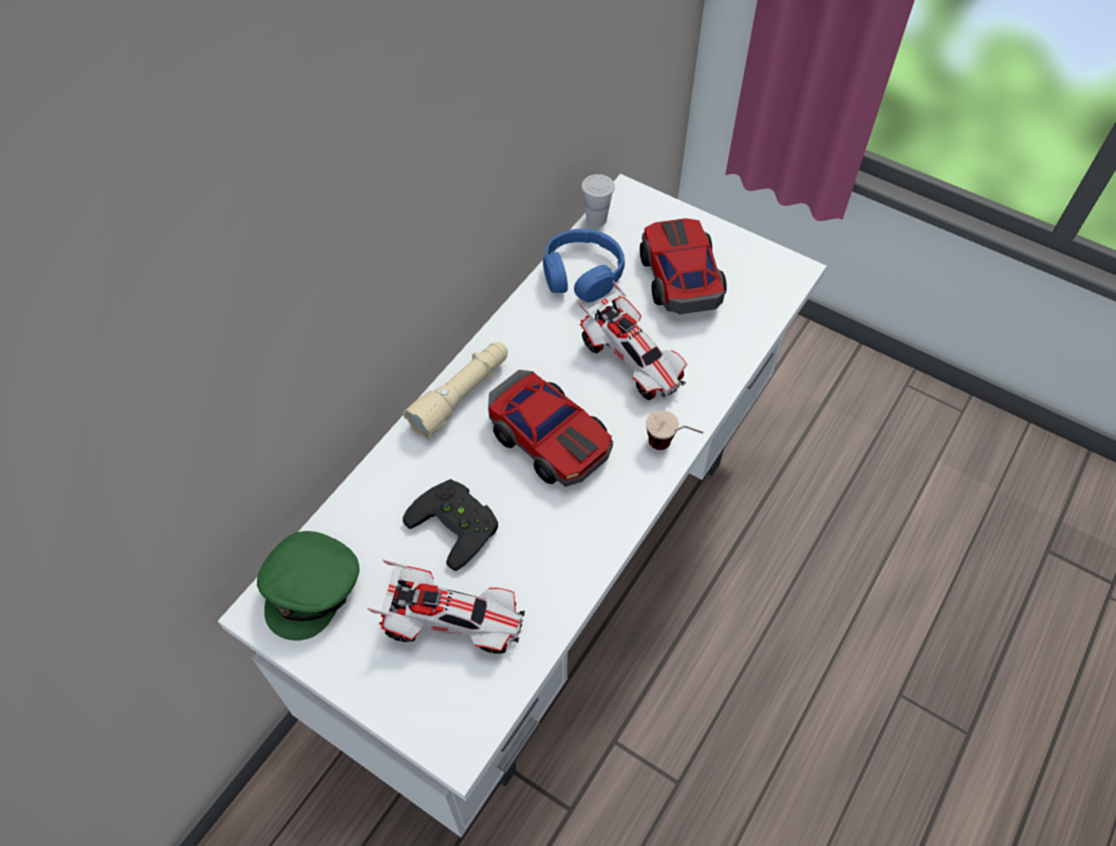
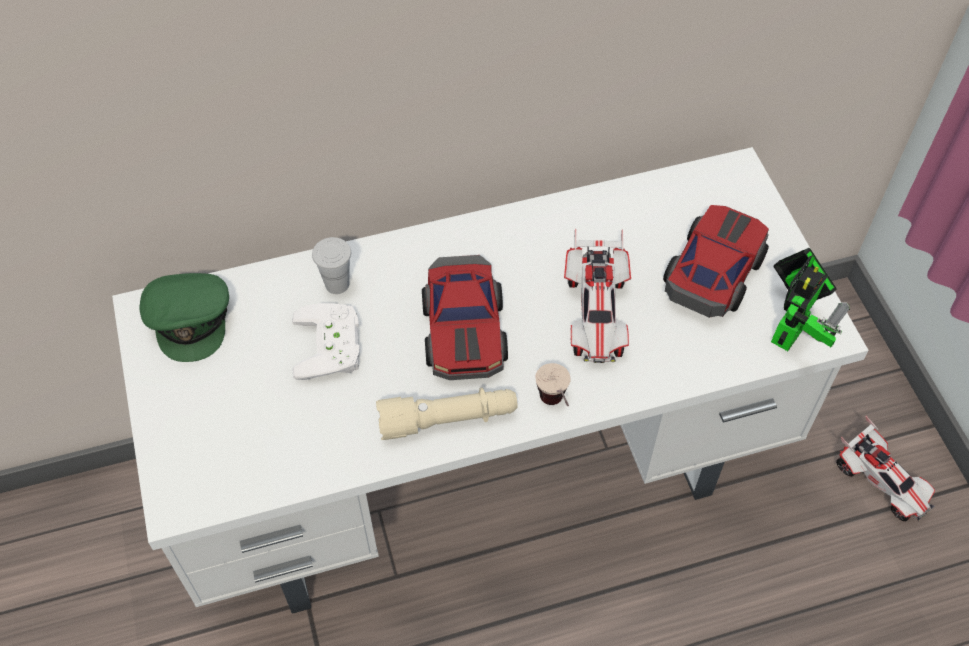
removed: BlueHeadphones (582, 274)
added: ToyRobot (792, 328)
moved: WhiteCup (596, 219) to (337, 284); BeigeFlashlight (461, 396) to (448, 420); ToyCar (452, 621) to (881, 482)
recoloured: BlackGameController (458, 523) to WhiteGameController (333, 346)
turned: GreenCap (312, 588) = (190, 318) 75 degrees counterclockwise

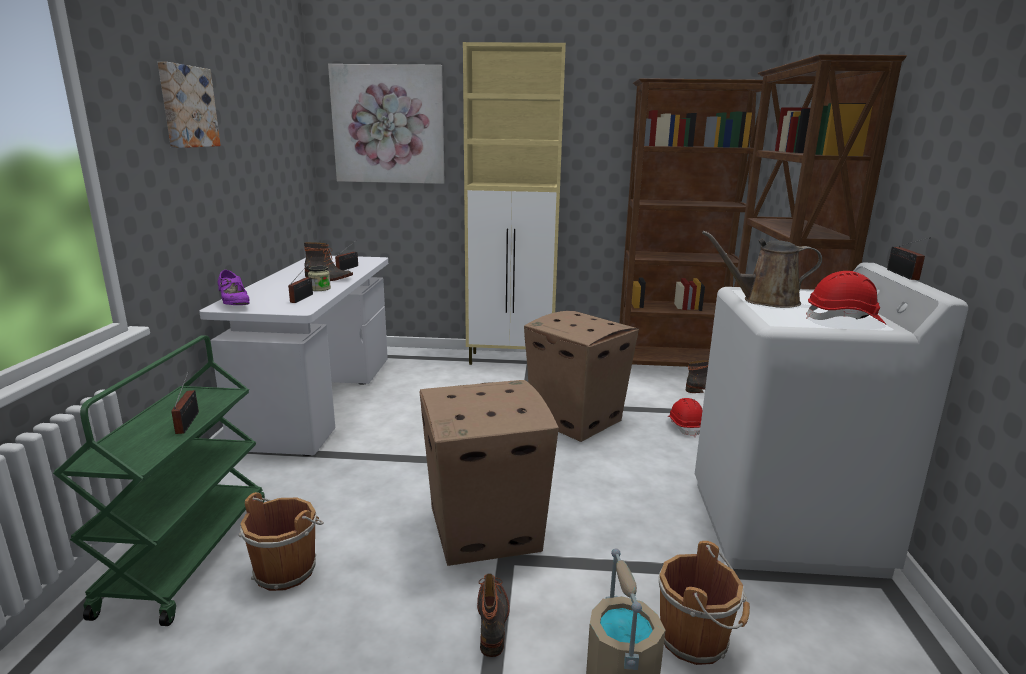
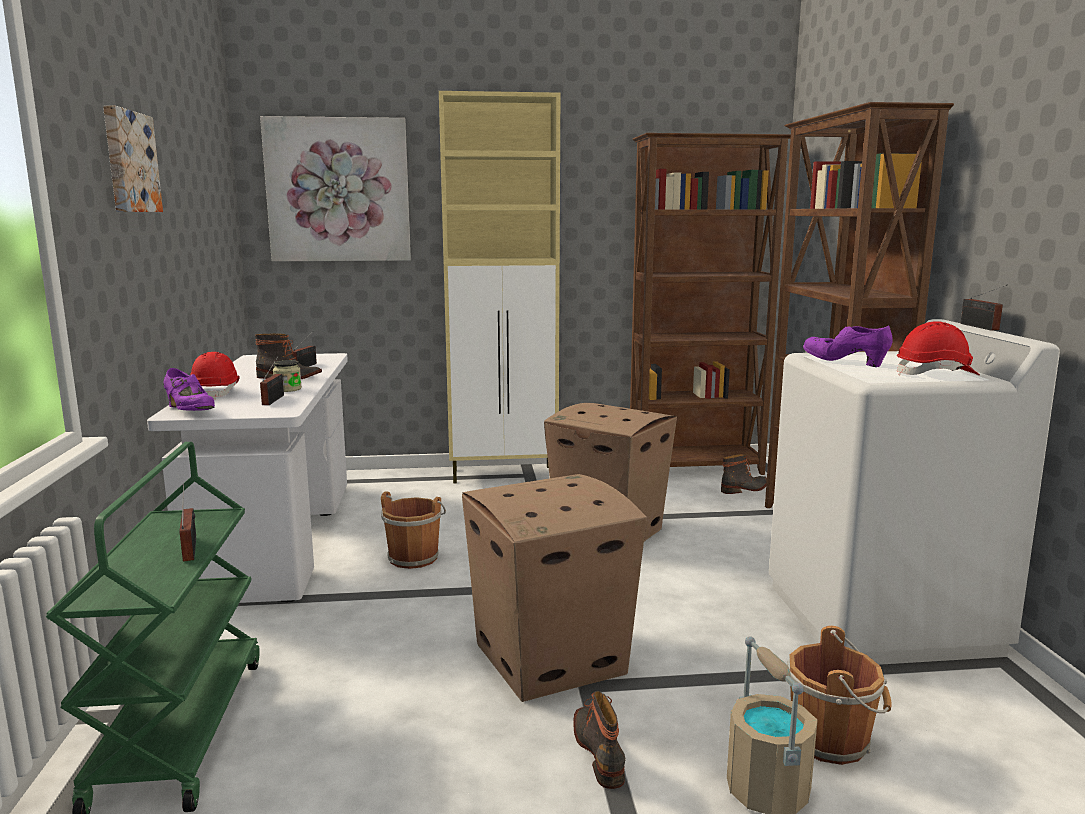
moved: RedHardHat (685, 426) to (216, 392); BrownBucket (287, 569) to (414, 557)
replaced: BrownWateringCan (765, 301) to PurpleShoe (845, 363)

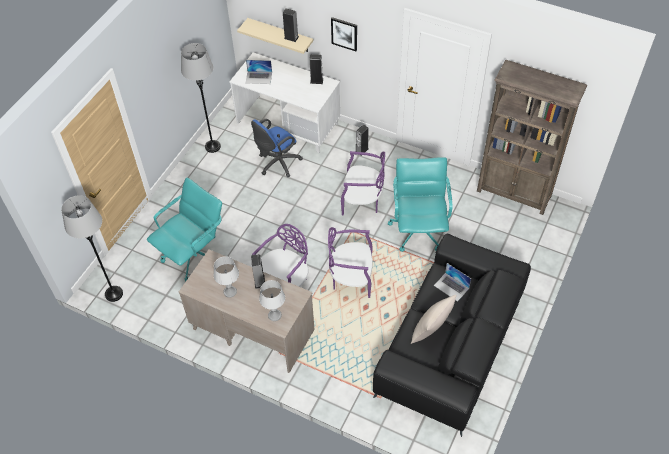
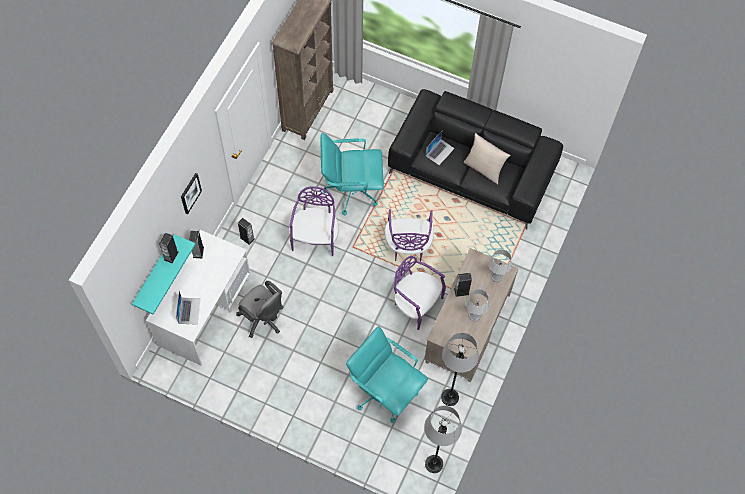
moved: GreyFloorLamp (212, 146) to (449, 397)
recoloured: BeigeShelf (280, 35) to TurquoiseShelf (155, 273); BlueOfficeChair (277, 163) to GreyOfficeChair (263, 319)

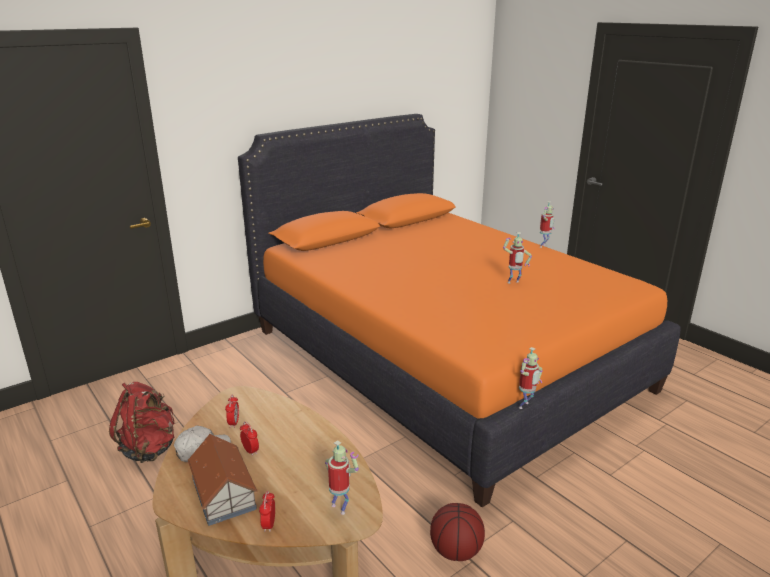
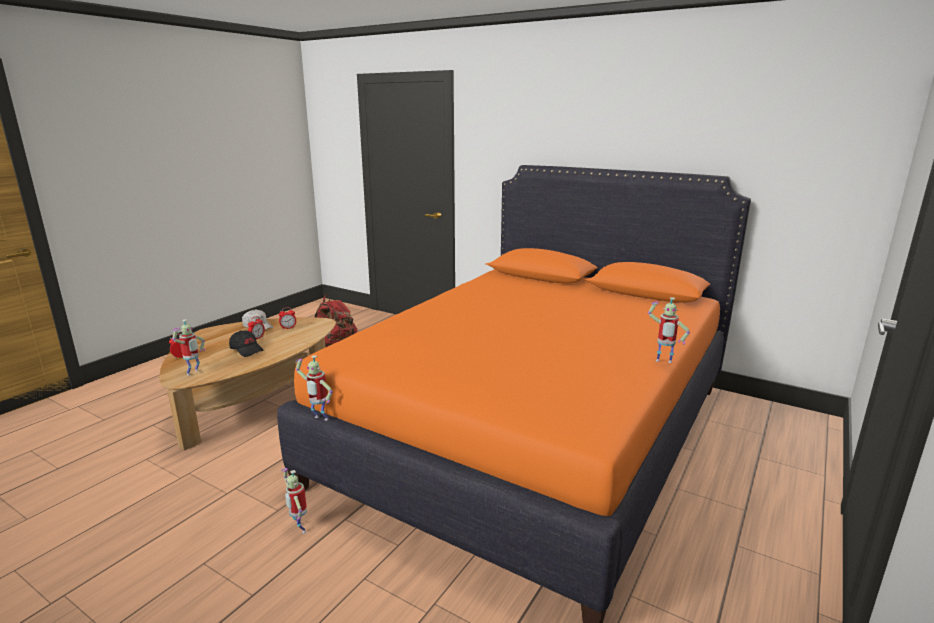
removed: ToyHouse (224, 492); Basketball (455, 551)
added: BlackCap (247, 350)
moved: ToyRobot (513, 283) to (299, 529)

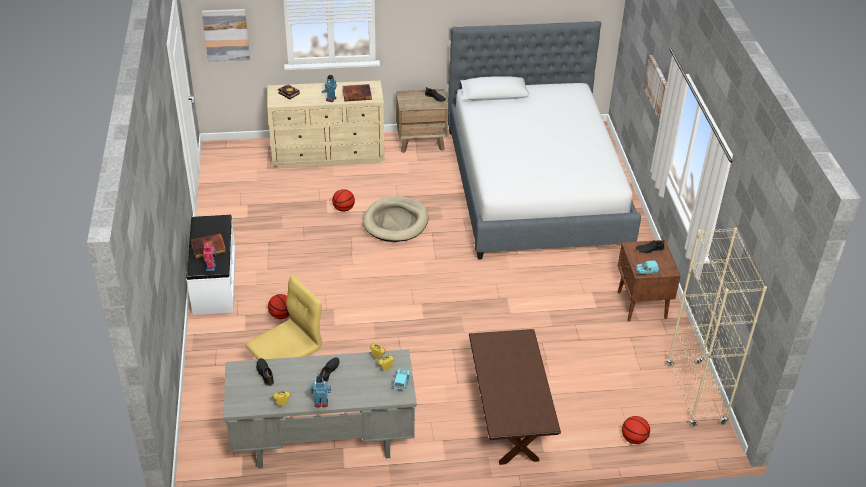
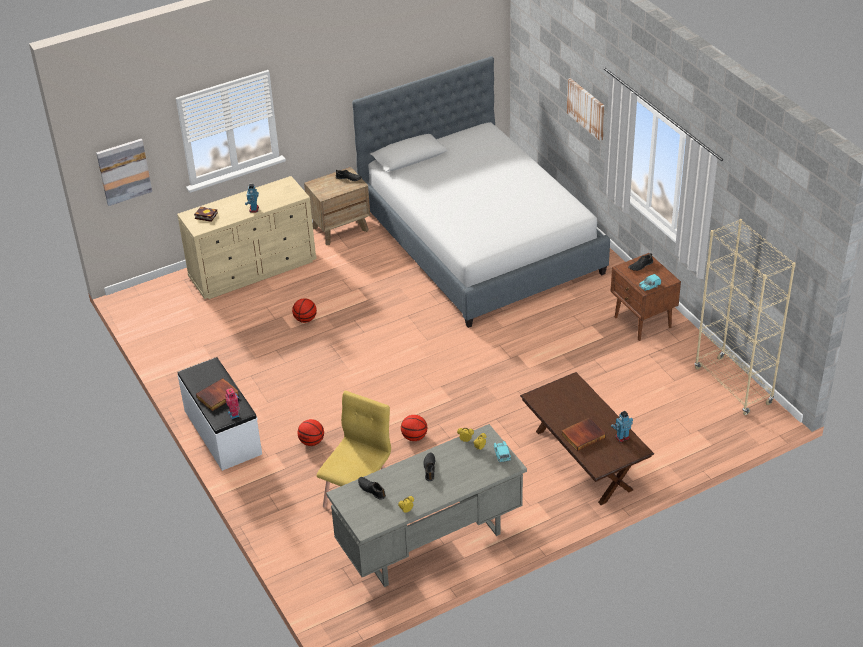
removed: BeigeDogBed (396, 222)
moved: Book (357, 94) to (583, 435); ToyRobot (321, 402) to (622, 437); Basketball (634, 439) to (414, 437)

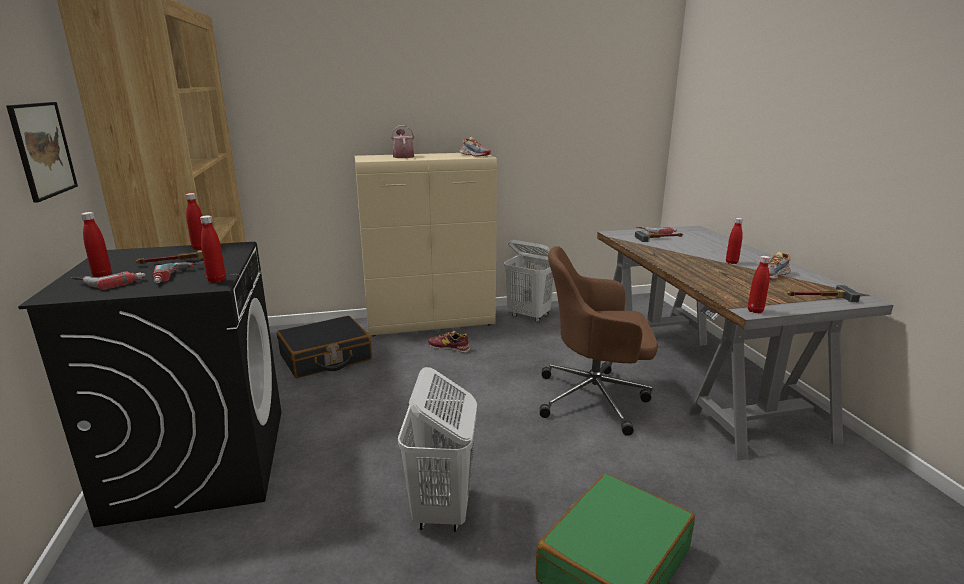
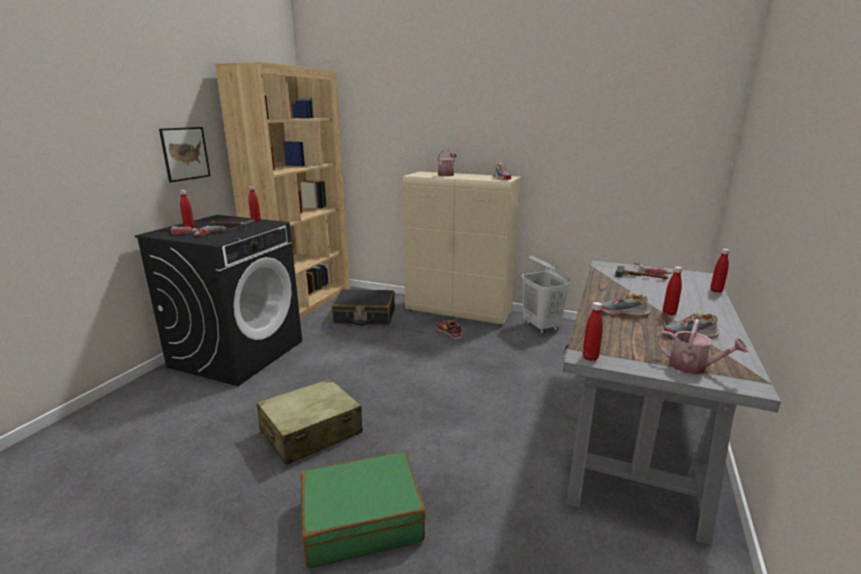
removed: BrownOfficeChair (595, 398)
added: Shoe (623, 313)
moved: RedBottle (217, 280) to (716, 291)
replaced: Hammer (818, 297) to WateringCan (693, 367); WhiteLaundryBasket (442, 510) to BeigeSuitcase (310, 432)

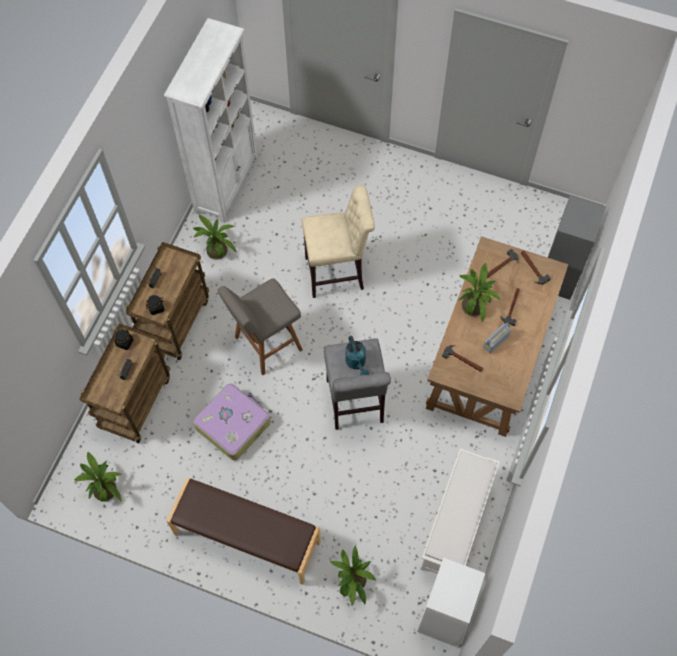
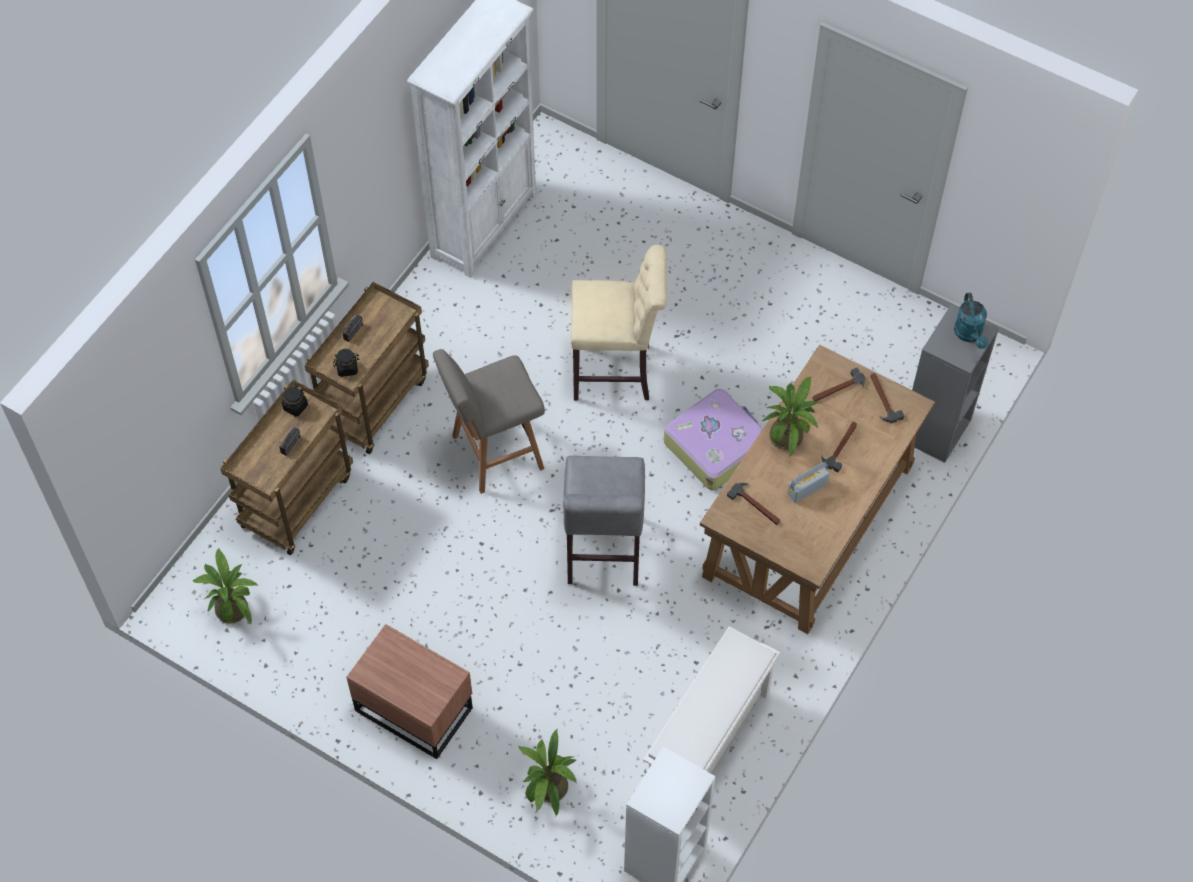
removed: PottedPlant (216, 249)
moved: TurquoiseWateringCan (357, 363) to (970, 335); Suitcase (233, 424) to (715, 445)
replaced: BrownBench (247, 538) to BrownNightstand (413, 706)

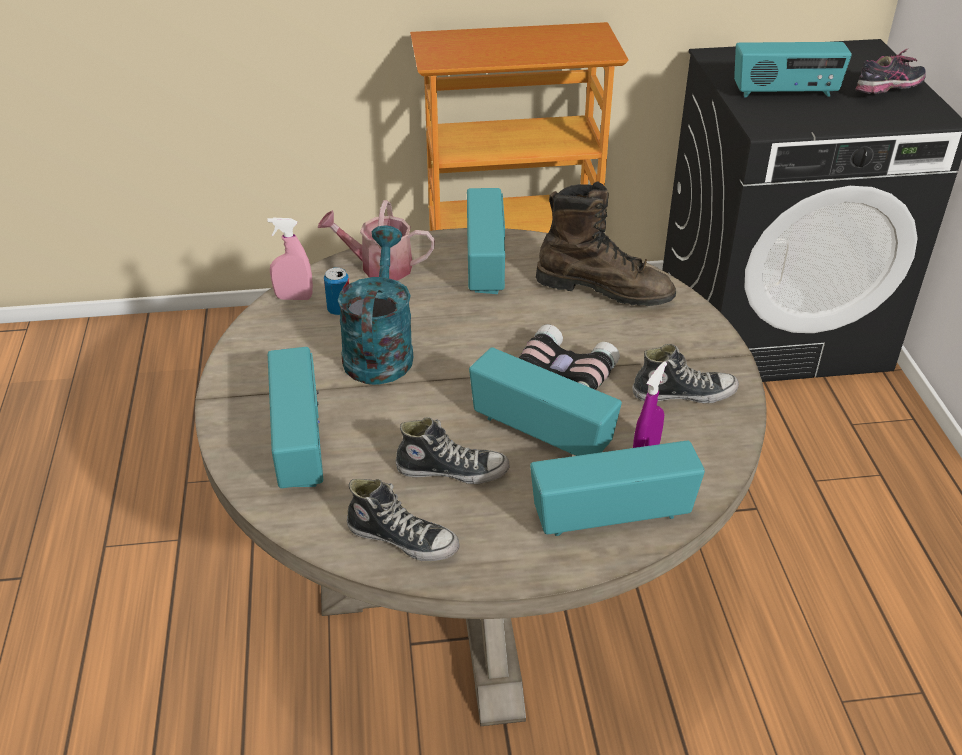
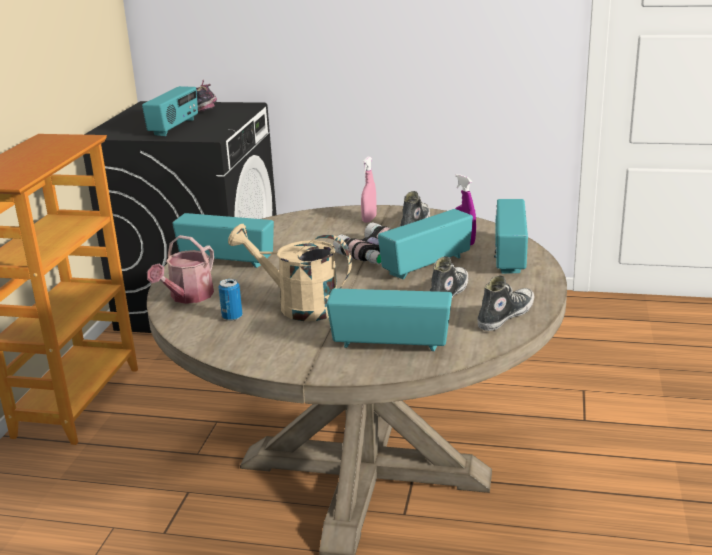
removed: BrownBoot (604, 289)
moved: PinkSprayBottle (294, 297) to (369, 219)
recoloured: TurquoiseWateringCan (379, 350) to BeigeWateringCan (298, 306)

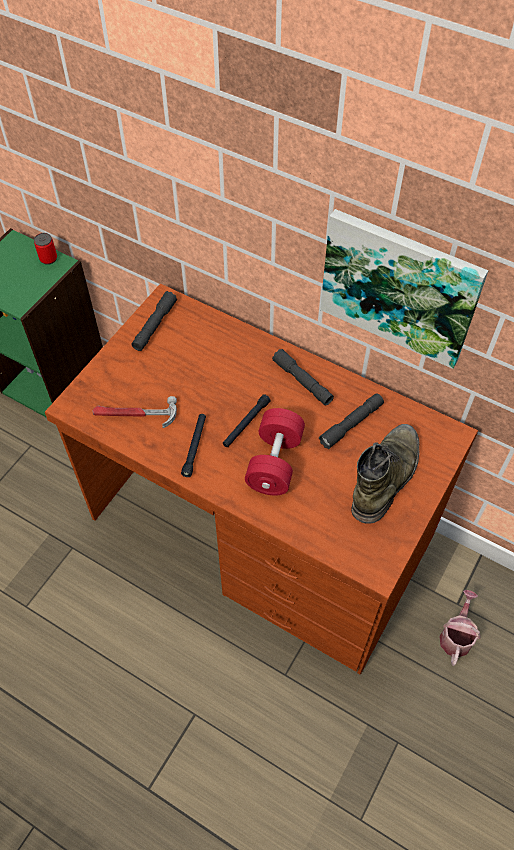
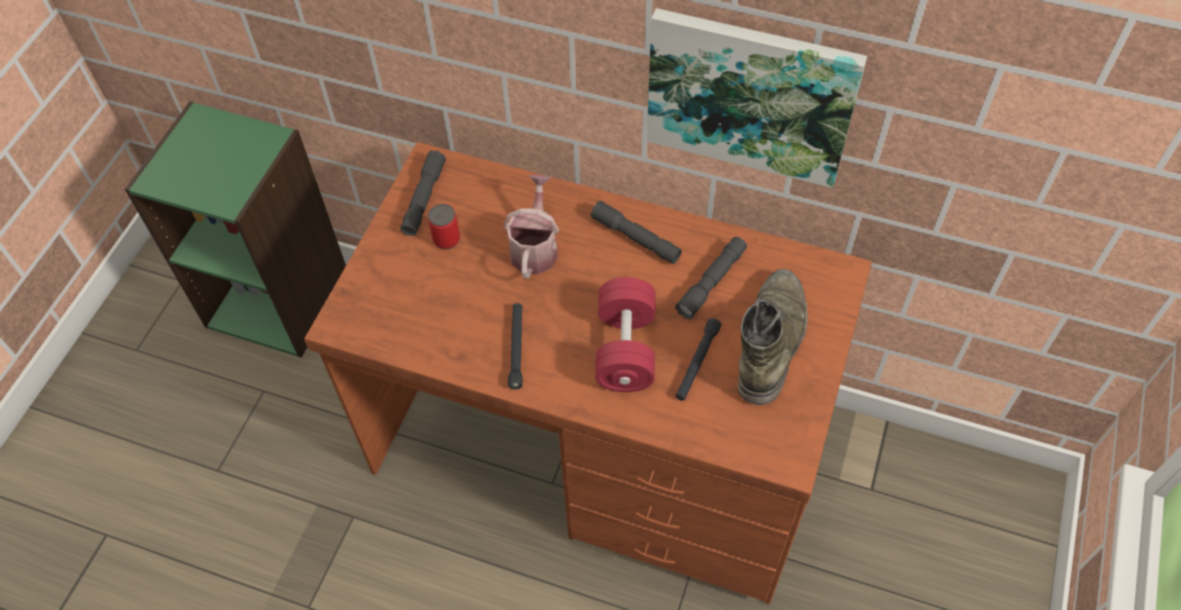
removed: Hammer (135, 415)
moved: Can (48, 258) to (446, 239); BlackFlashlight (246, 424) to (697, 363); WateringCan (456, 636) to (535, 247)

